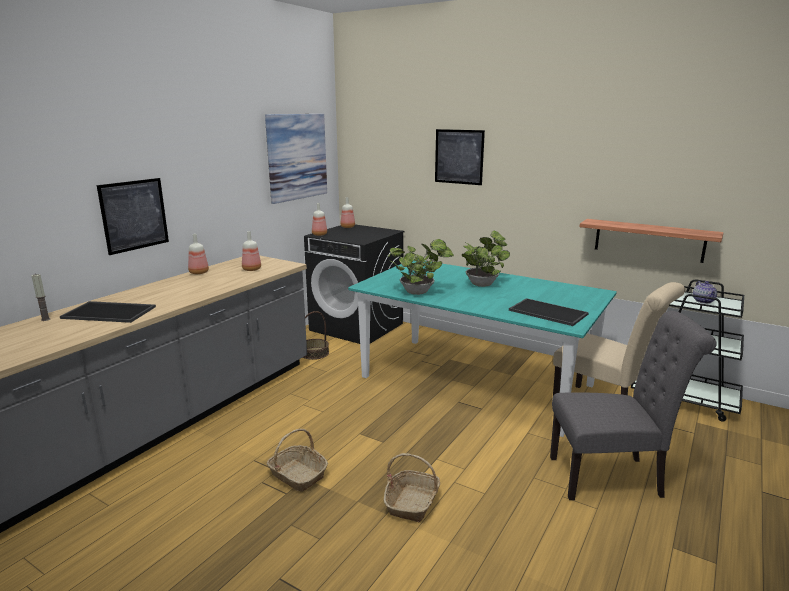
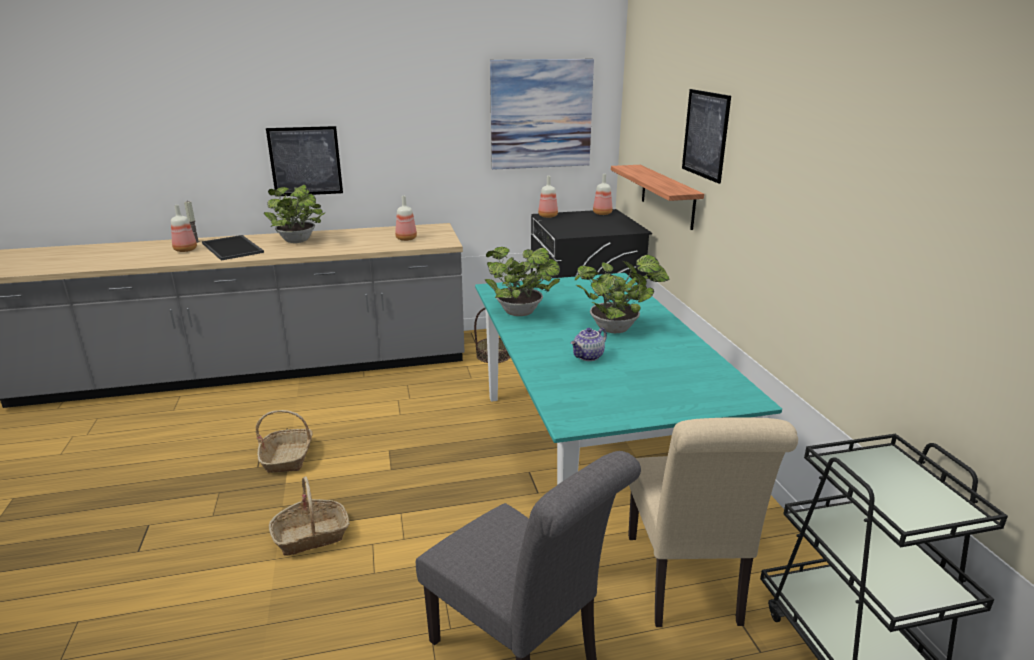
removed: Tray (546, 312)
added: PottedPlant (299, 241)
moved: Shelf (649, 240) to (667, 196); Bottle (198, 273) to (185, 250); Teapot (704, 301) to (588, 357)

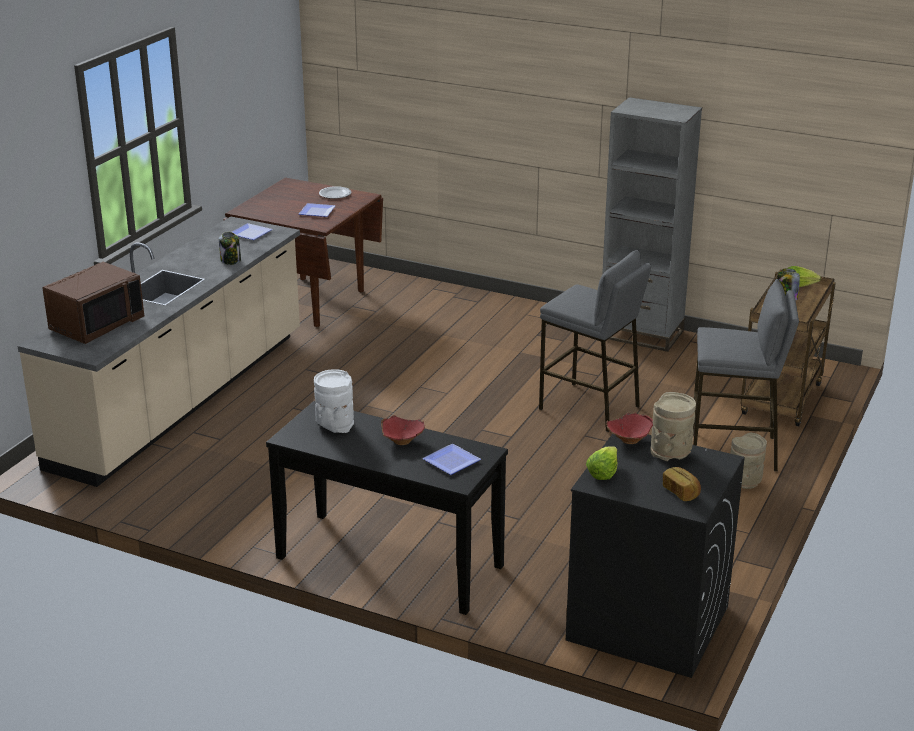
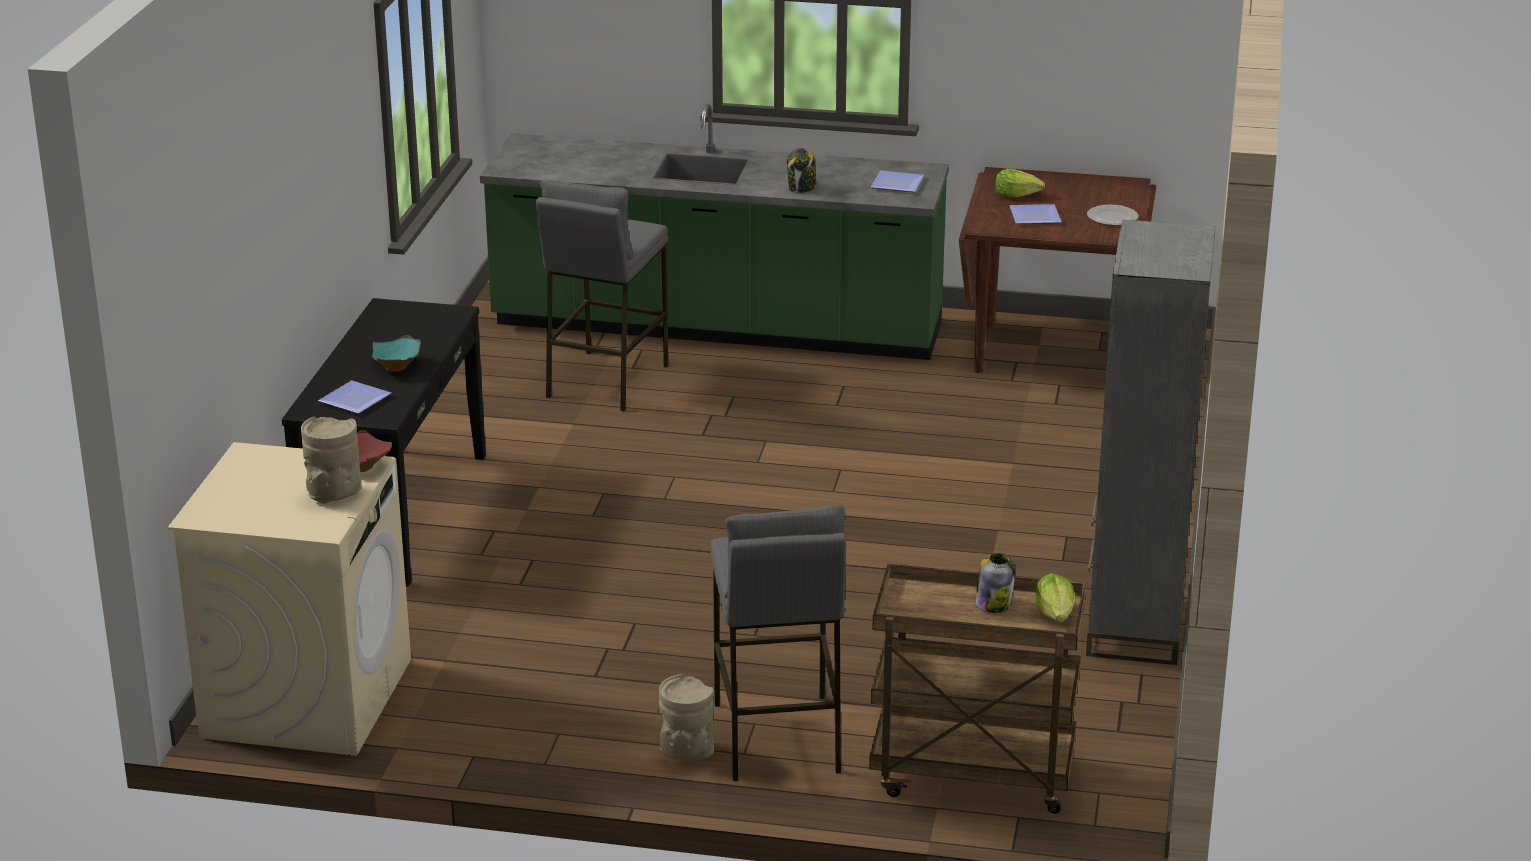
removed: BrownMicrowave (96, 324); WhiteVase (334, 425); Bread (681, 492)
moved: GreyStool (589, 407) to (605, 381); Lettuce (603, 472) to (1017, 195)
recoloured: BeigeCounter (182, 400) to GreenCounter (717, 328); RedBowl (402, 440) to TurquoiseBowl (397, 367); BlackWashingMachine (646, 623) to BeigeWashingMachine (307, 697)

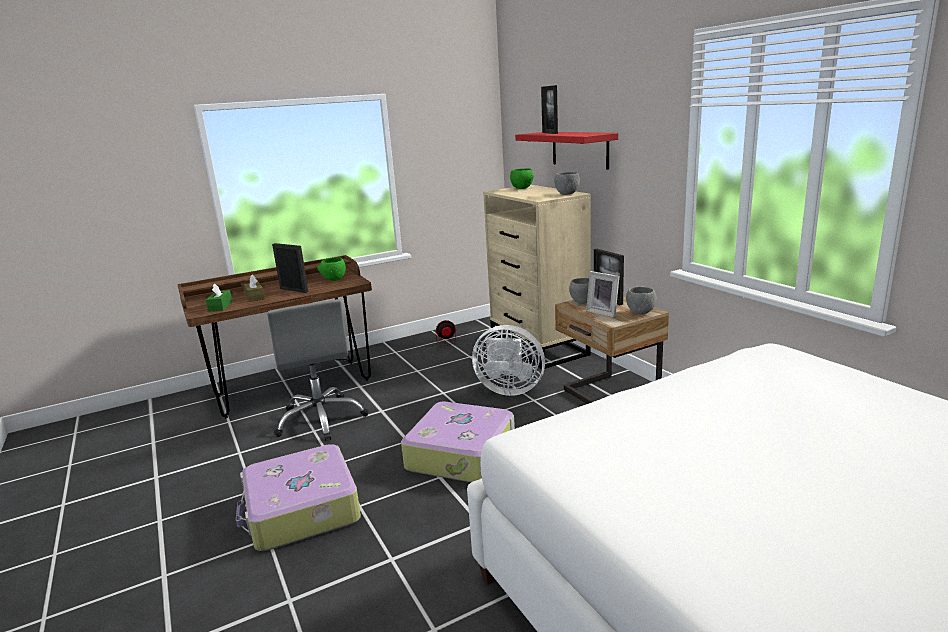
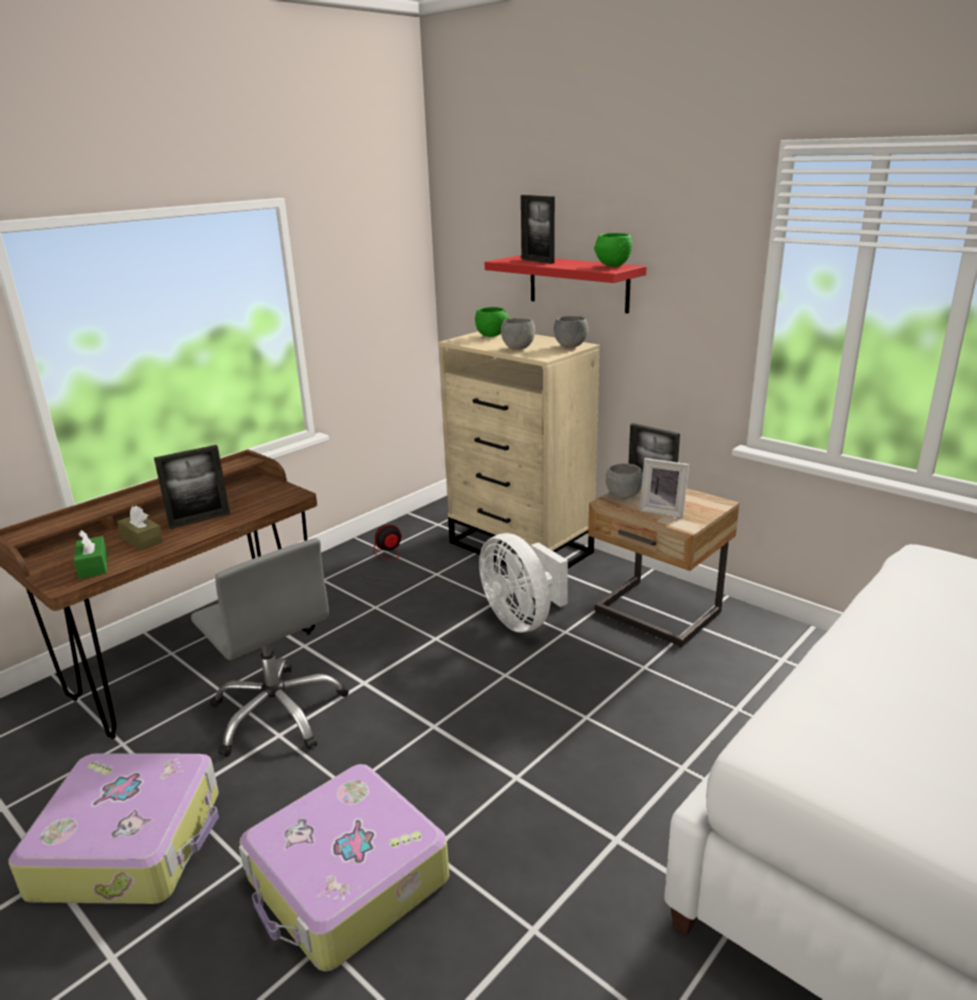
moved: GreenBowl (334, 280) to (612, 266); GreyBowl (641, 313) to (518, 348); Suitcase (462, 454) to (131, 843)
turned: PictureFrame (294, 290) = (200, 520) 135 degrees clockwise; WhiteFan (509, 389) = (522, 619) 60 degrees clockwise

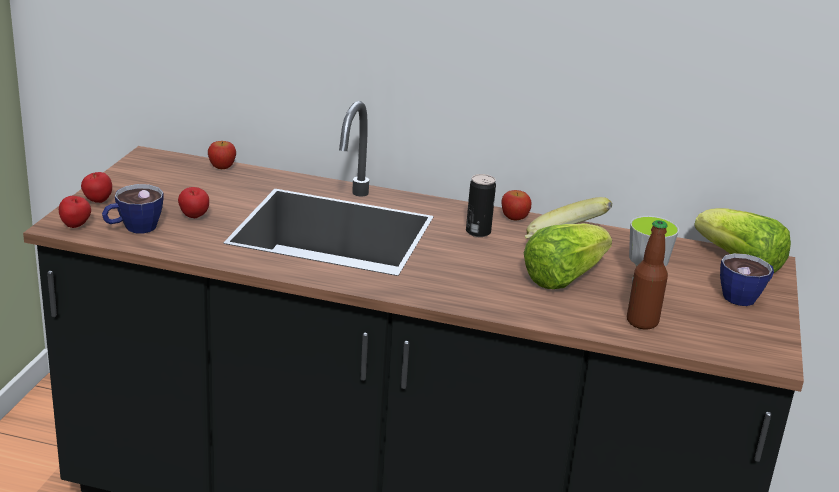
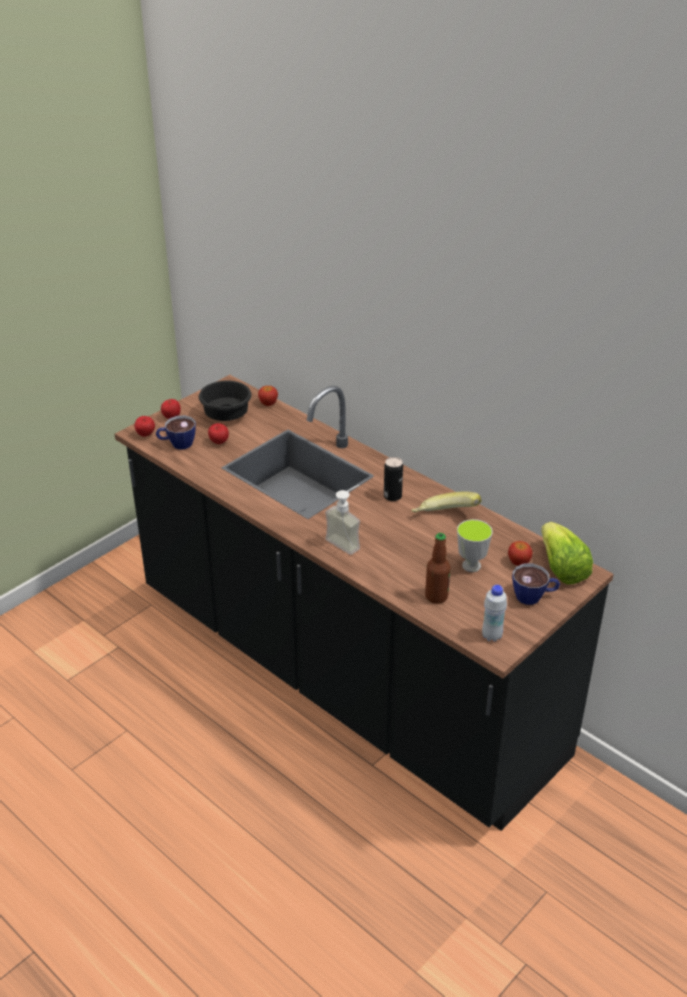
removed: Lettuce (563, 277)
added: BlackBowl (225, 416); SoapDispenser (347, 541); WhiteBottle (491, 636)
moved: Apple (514, 218) to (518, 562)

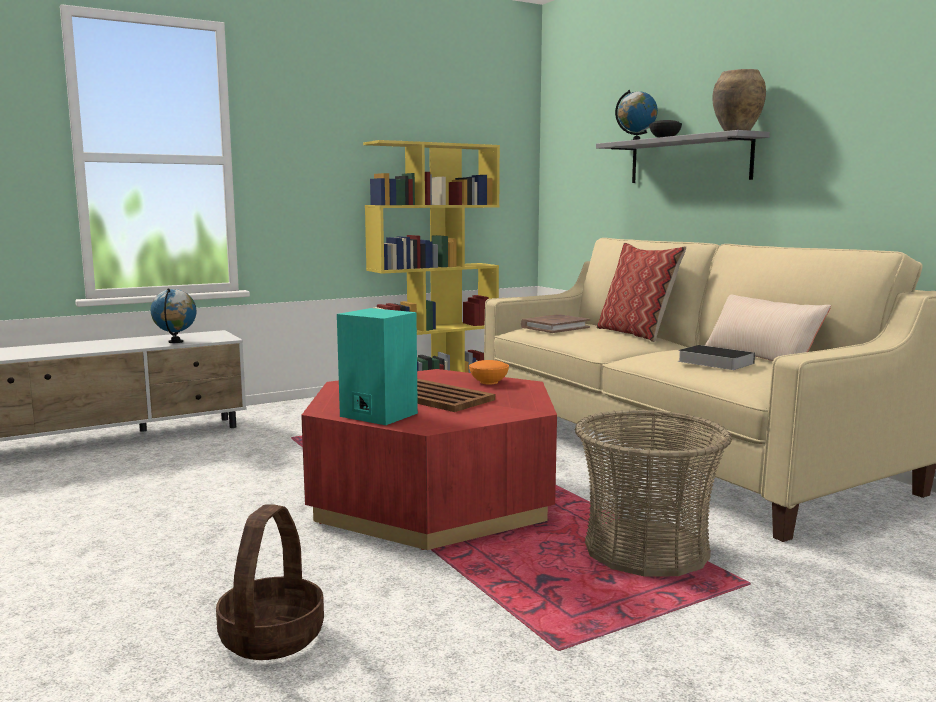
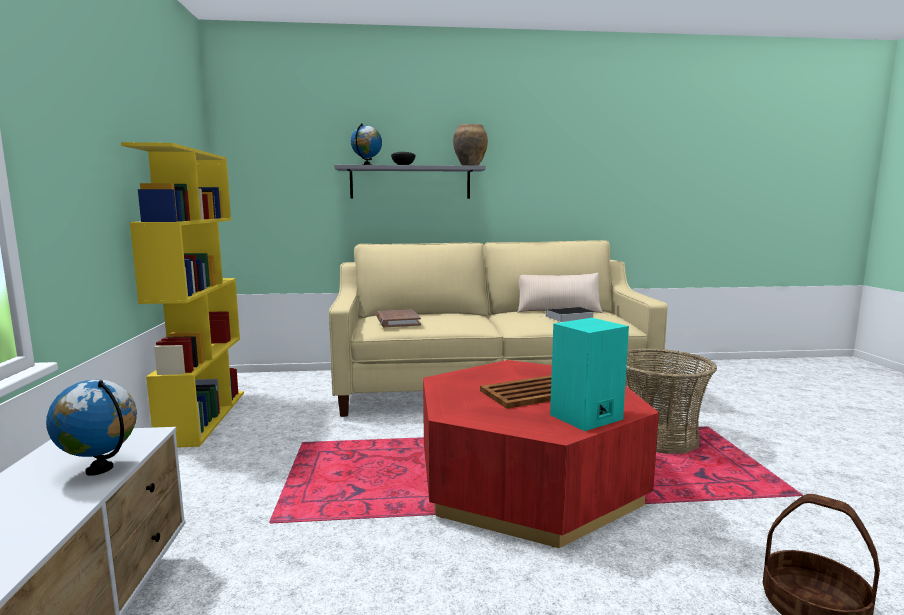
removed: Pillow (636, 334); OrangeBowl (488, 382)

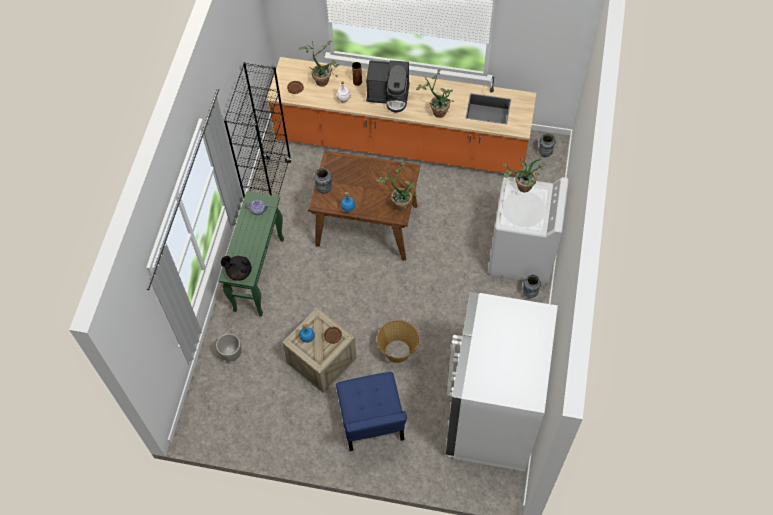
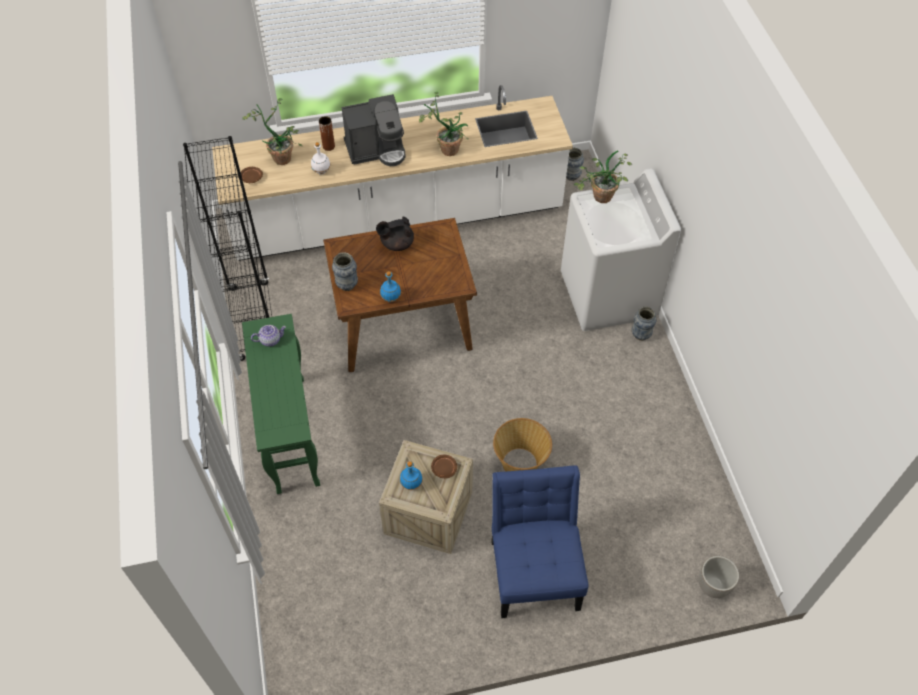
removed: PottedPlant (400, 202); WhiteFridge (491, 415)
moved: BlackTeapot (239, 272) to (396, 244); Planter (231, 353) to (712, 586)
recoloured: OrangeCounter (401, 144) to WhiteCounter (398, 218)
turned: BlueChair (371, 423) = (534, 568) 150 degrees counterclockwise

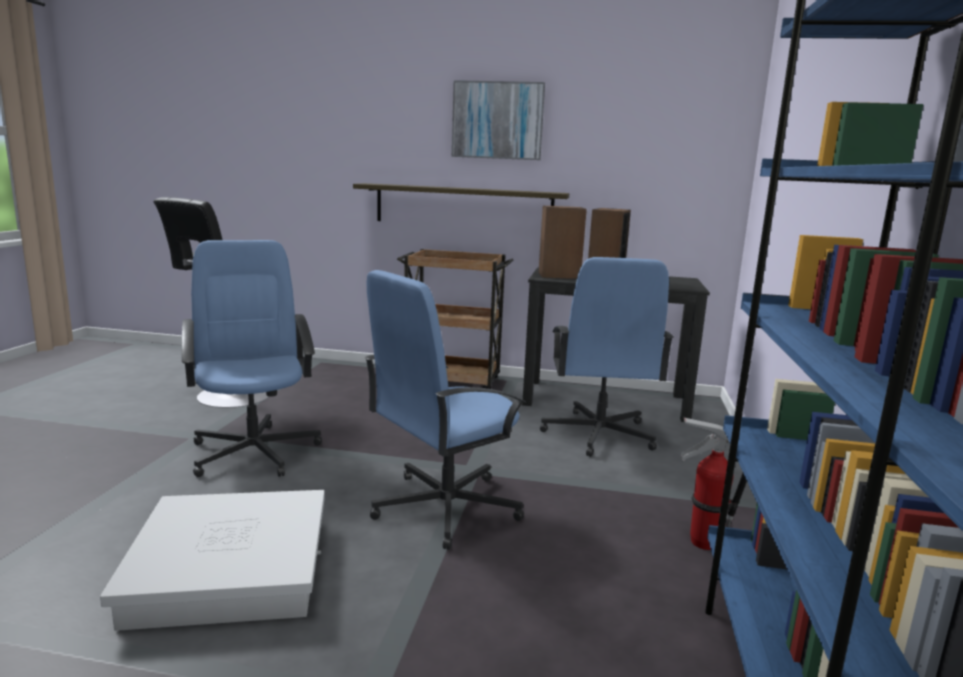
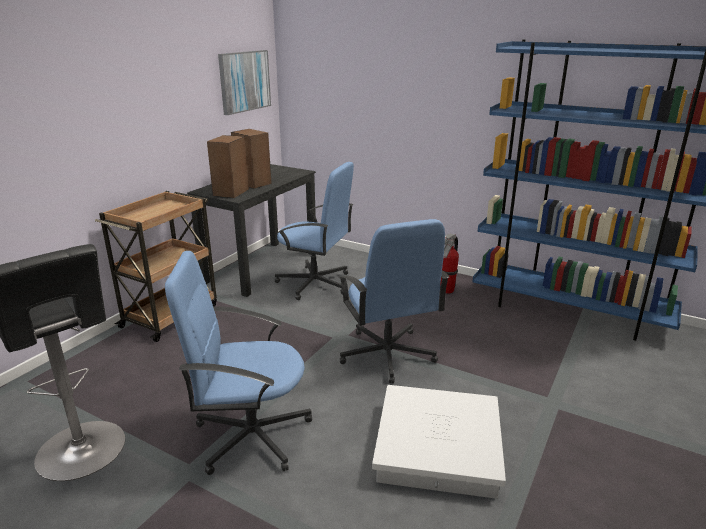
removed: Shelf (463, 207)
moved: Picture (497, 120) to (244, 81)

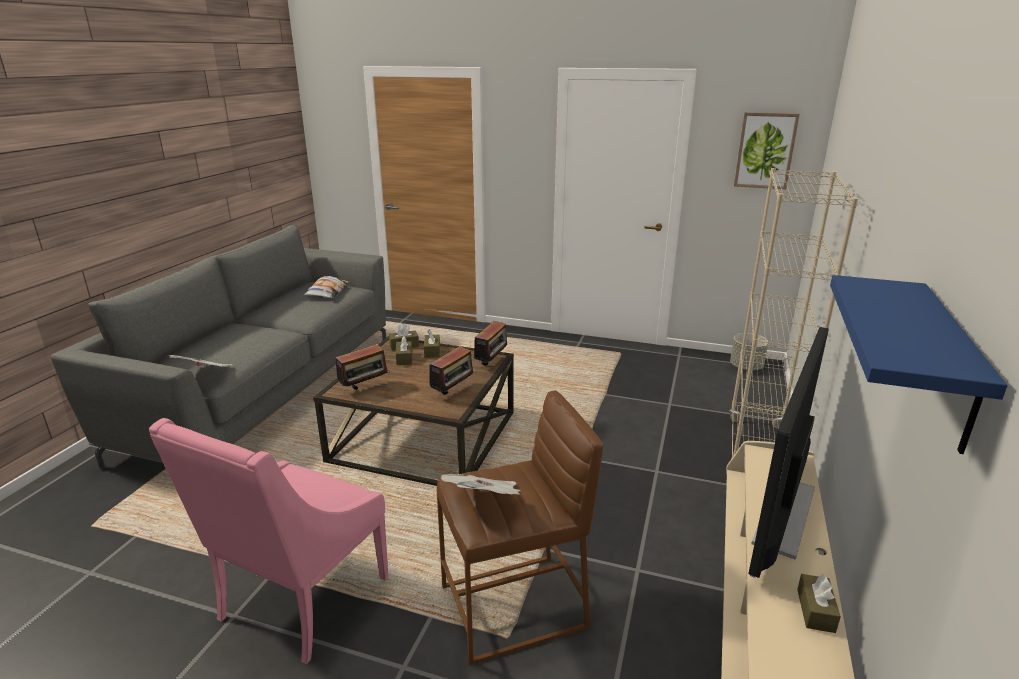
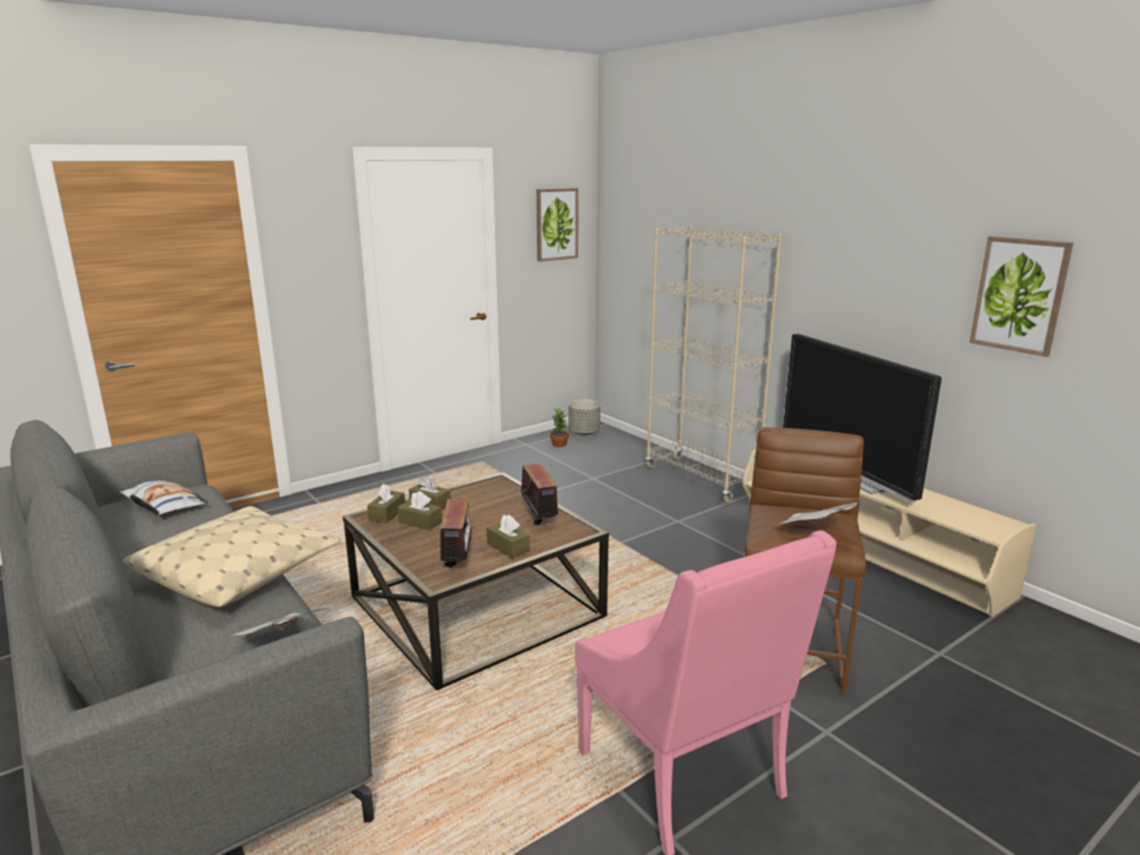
removed: Radio (492, 363)
added: PottedPlant (559, 444); BeigePillow (239, 572)
moved: BrownTissueBox (815, 610) to (508, 547)
replaced: BlueShelf (947, 365) to Picture (1019, 295)

